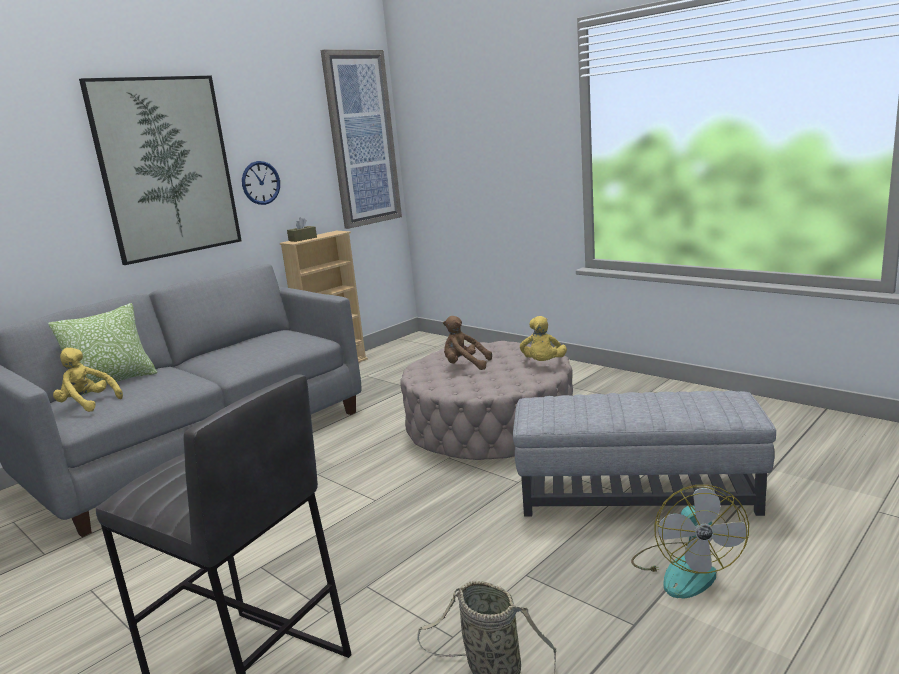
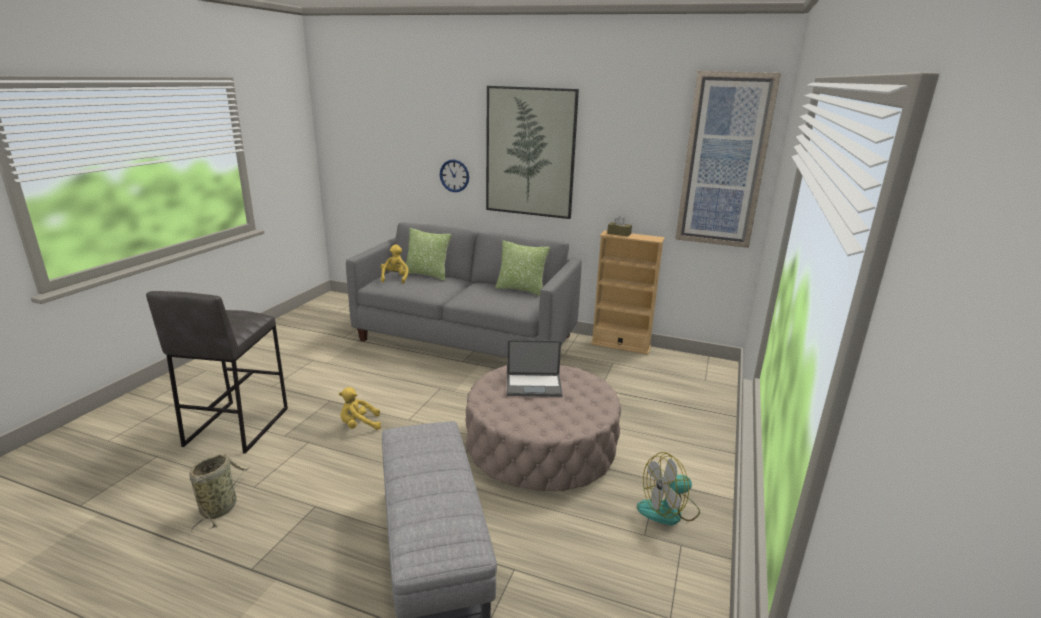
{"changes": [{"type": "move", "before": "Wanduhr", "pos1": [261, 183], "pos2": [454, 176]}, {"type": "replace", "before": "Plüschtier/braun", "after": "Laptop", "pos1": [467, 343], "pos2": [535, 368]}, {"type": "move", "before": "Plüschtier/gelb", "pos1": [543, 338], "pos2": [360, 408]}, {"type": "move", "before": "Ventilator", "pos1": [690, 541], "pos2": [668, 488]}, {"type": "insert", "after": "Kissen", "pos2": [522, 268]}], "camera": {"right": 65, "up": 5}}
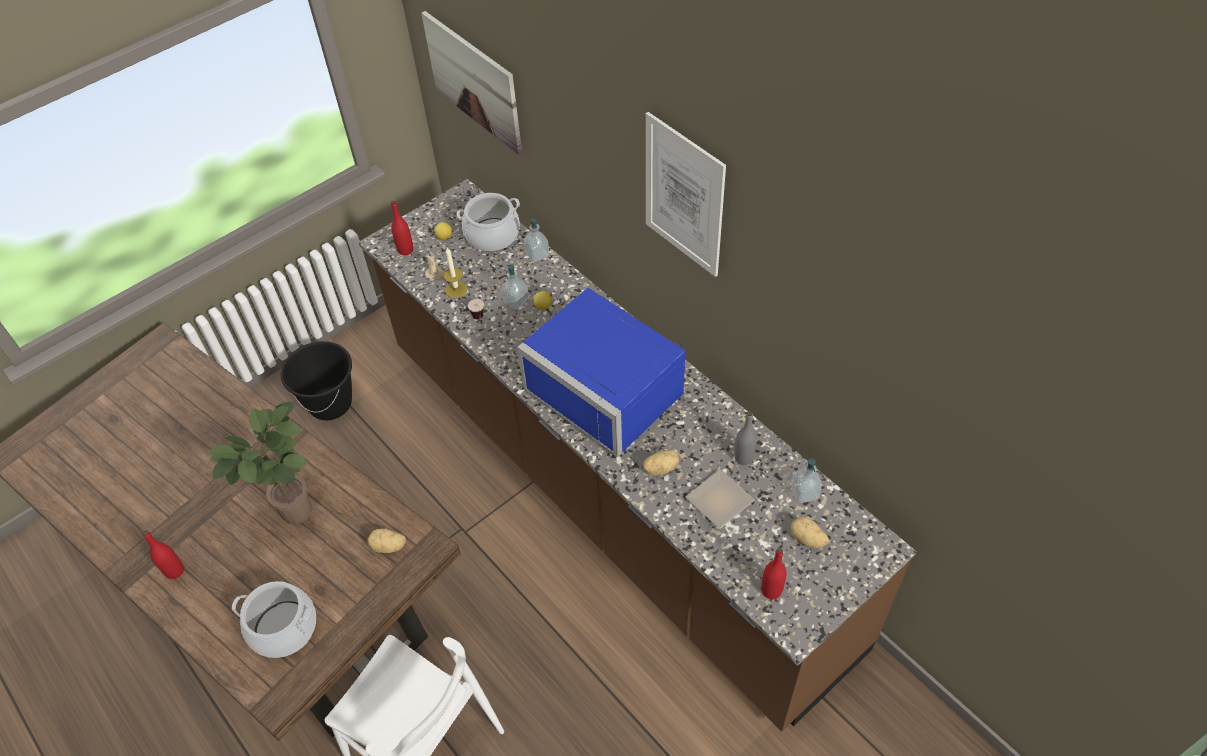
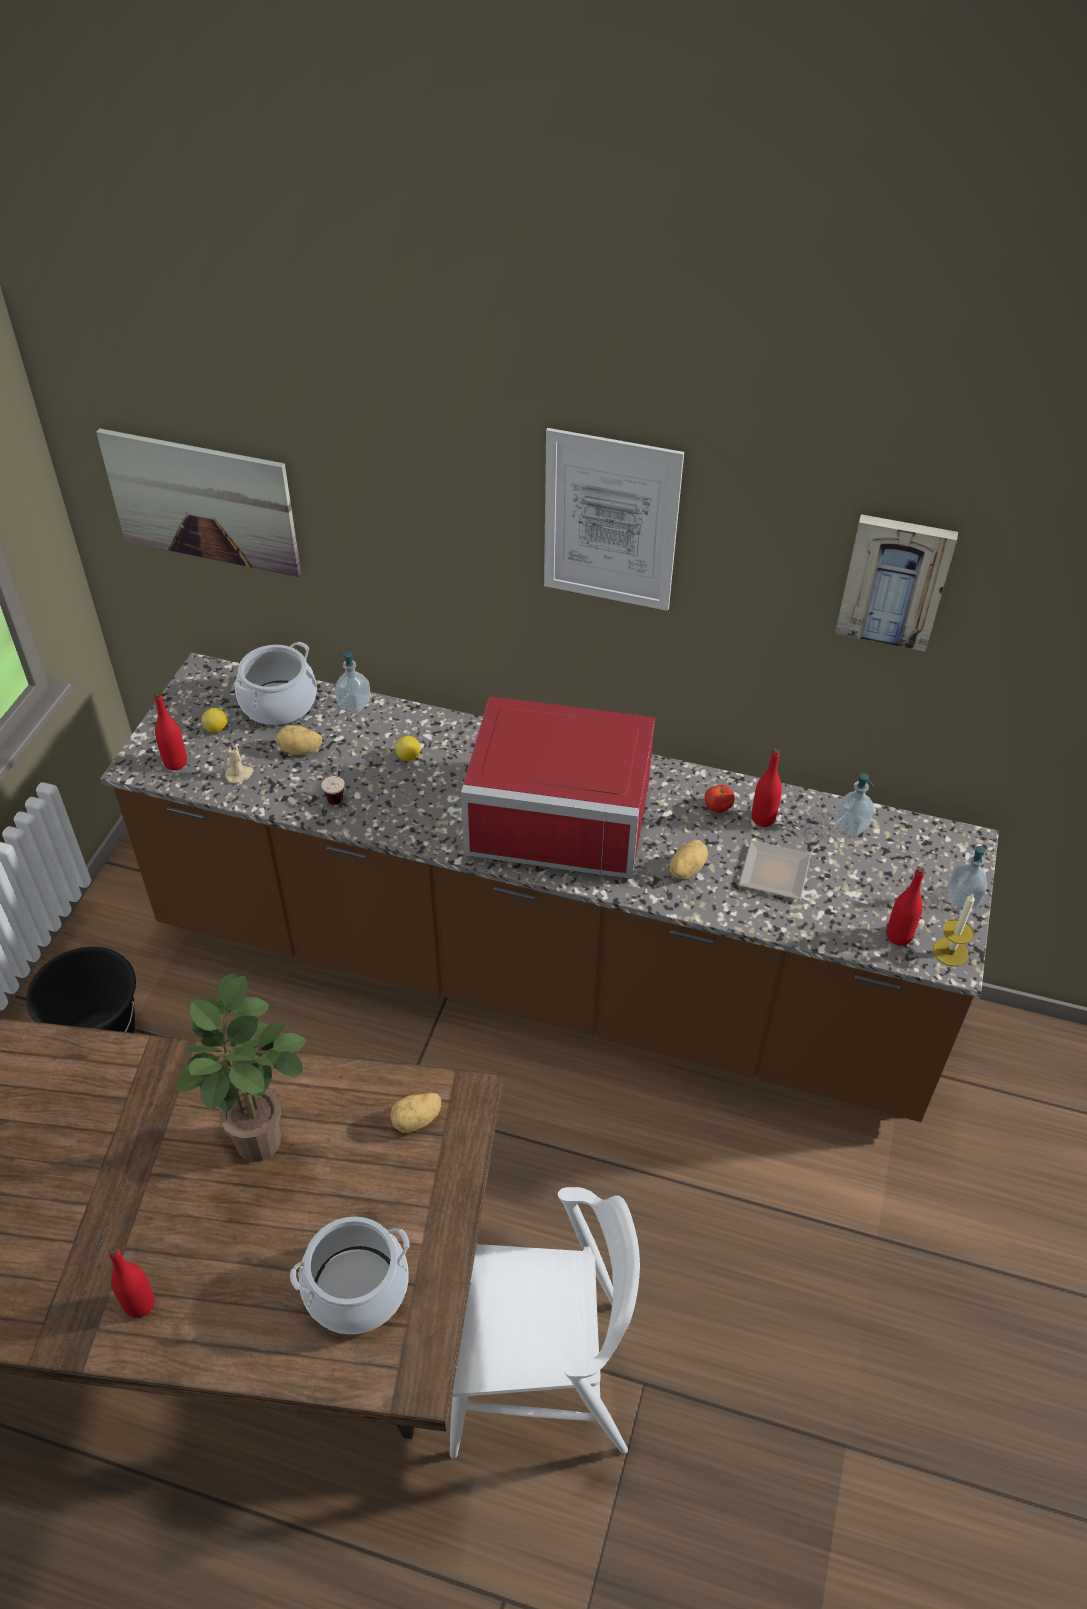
{"changes": [{"type": "move", "before": "Kerze", "pos1": [455, 273], "pos2": [954, 930]}, {"type": "move", "before": "Seifenspender", "pos1": [515, 286], "pos2": [967, 877]}, {"type": "recolor", "before": "Mikrowelle/blau", "after": "Mikrowelle/rot", "pos1": [601, 372], "pos2": [558, 787]}, {"type": "recolor", "before": "Flasche/grau", "after": "Flasche/rot", "pos1": [745, 438], "pos2": [767, 788]}, {"type": "move", "before": "Kartoffel", "pos1": [810, 532], "pos2": [299, 740]}, {"type": "insert", "after": "Bild", "pos2": [896, 583]}, {"type": "insert", "after": "Tomate", "pos2": [720, 799]}], "camera": {"right": -35, "up": -5}}
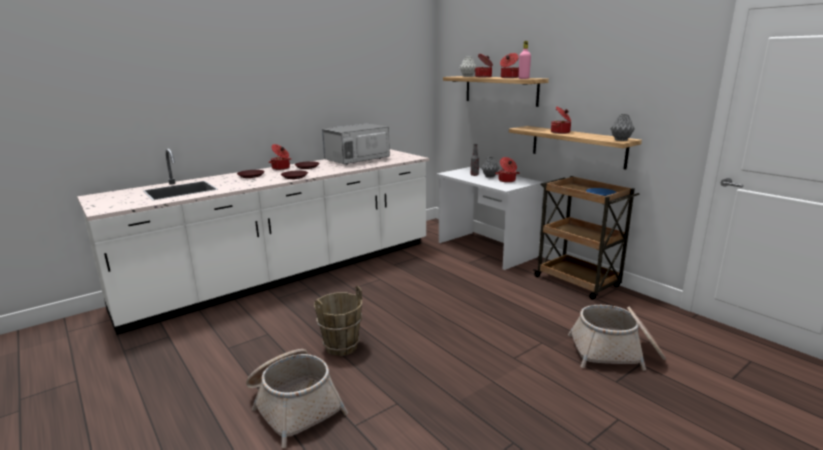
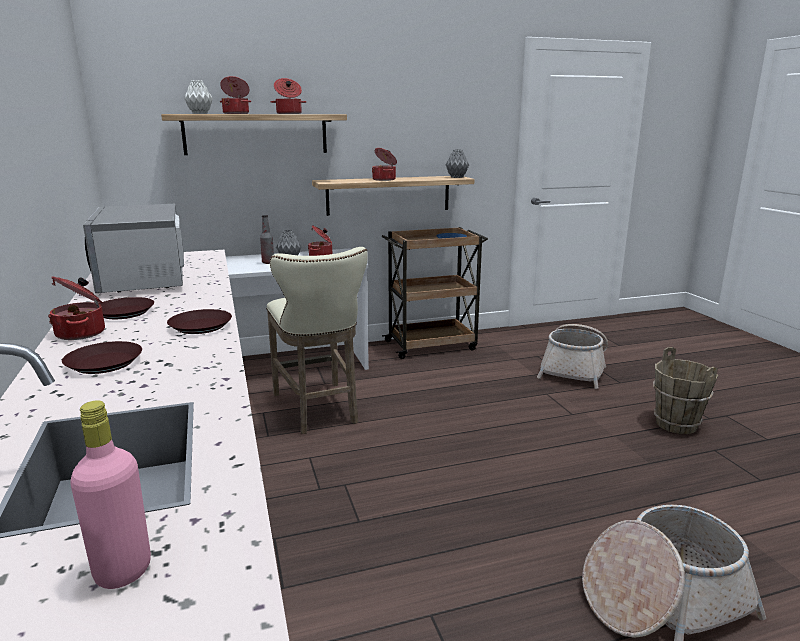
{"changes": [{"type": "move", "before": "Flasche/rosa", "pos1": [524, 60], "pos2": [110, 494]}, {"type": "move", "before": "Eimer/braun", "pos1": [338, 321], "pos2": [685, 390]}, {"type": "insert", "after": "Hocker/beige", "pos2": [317, 340]}], "camera": {"right": -70, "up": 0}}
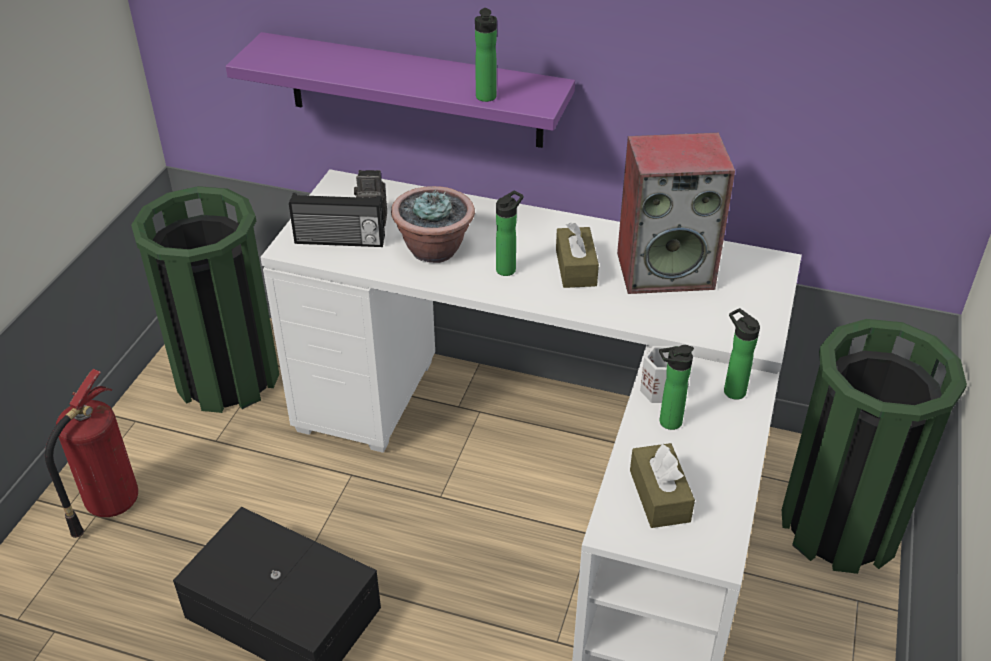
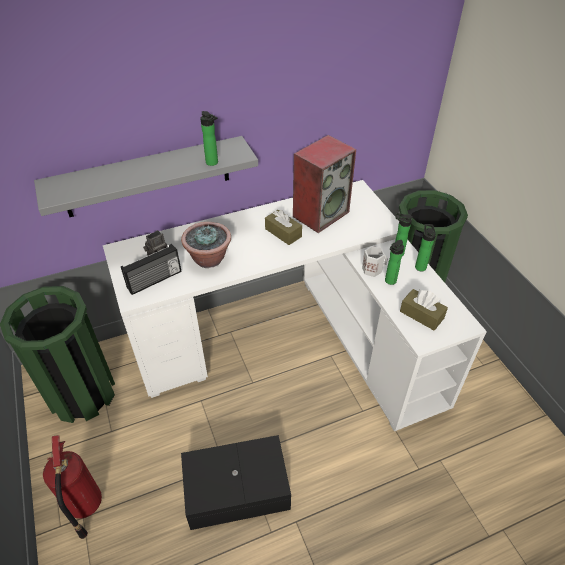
{"changes": [{"type": "recolor", "before": "Wandregal/lila", "after": "Wandregal/grau", "pos1": [400, 90], "pos2": [146, 176]}, {"type": "move", "before": "Flasche", "pos1": [509, 233], "pos2": [425, 247]}], "camera": {"right": -40, "up": 5}}
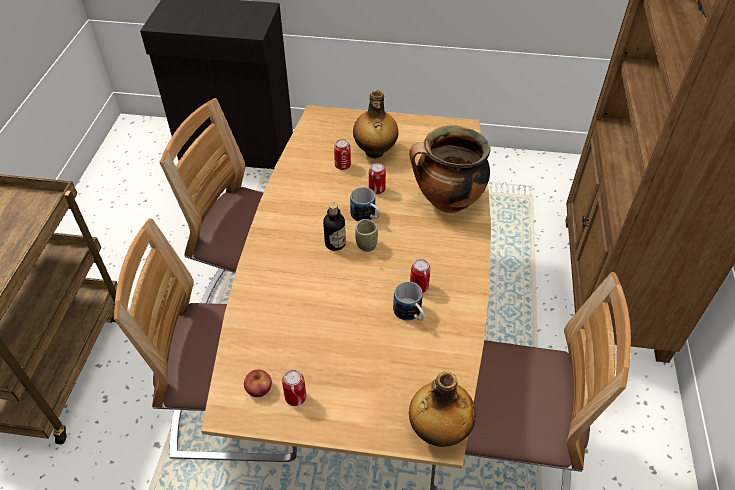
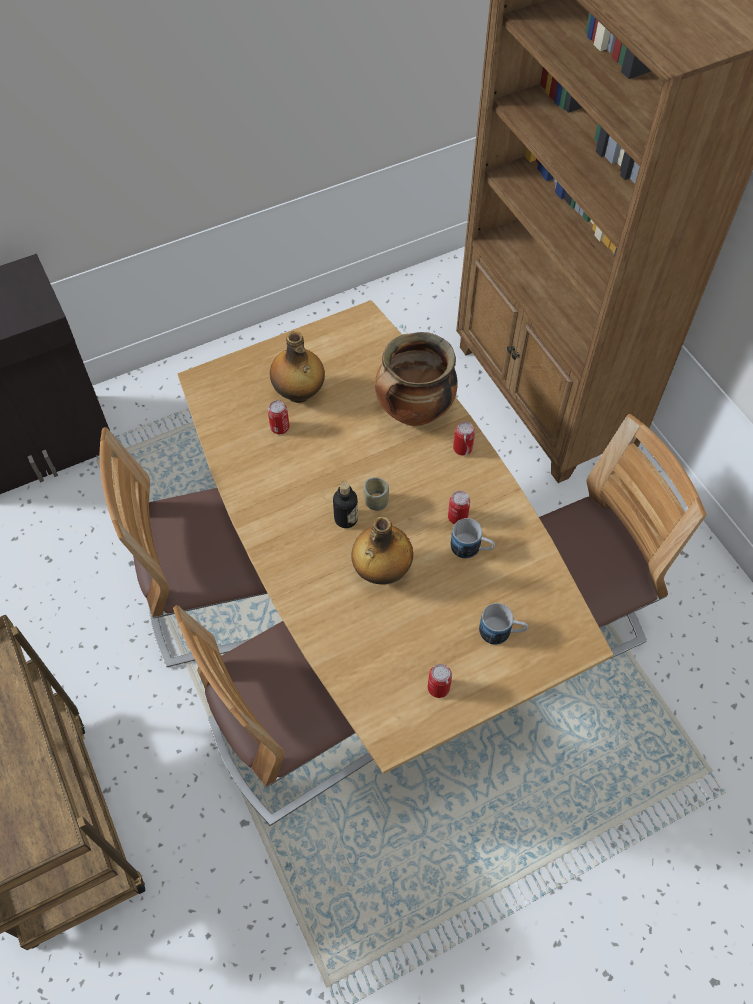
{"changes": [{"type": "move", "before": "Dose", "pos1": [377, 178], "pos2": [464, 438]}, {"type": "move", "before": "Henkelbecher", "pos1": [365, 204], "pos2": [503, 624]}, {"type": "delete", "before": "Apfel", "pos1": [258, 383]}, {"type": "move", "before": "Flasche", "pos1": [442, 409], "pos2": [382, 550]}], "camera": {"right": -35, "up": 10}}
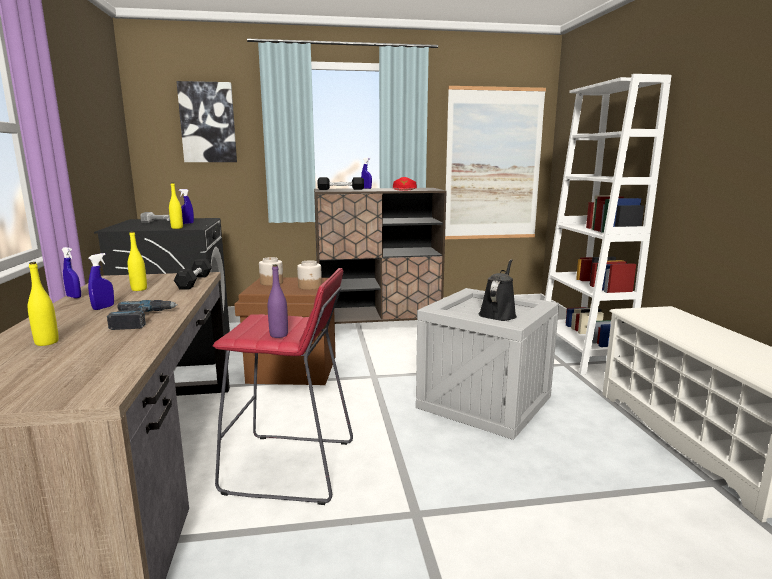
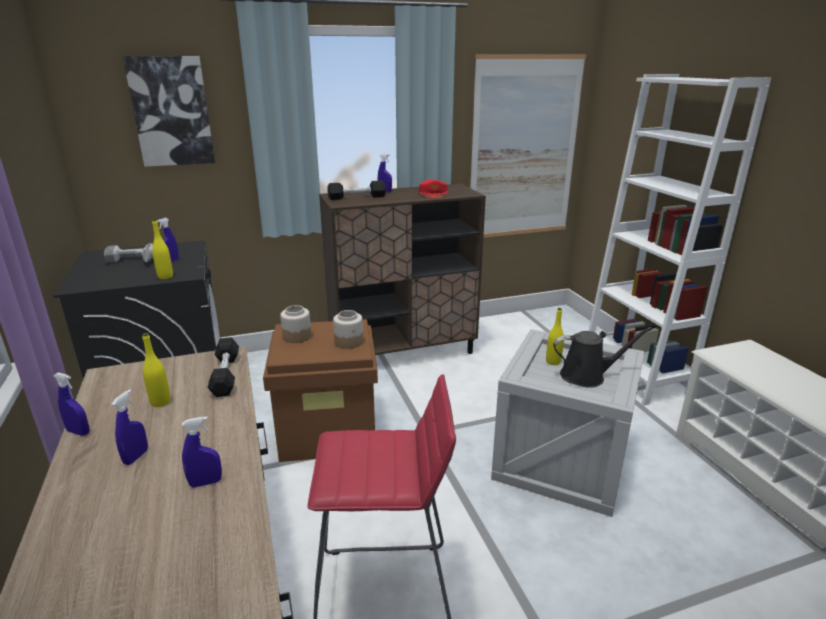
{"changes": [{"type": "rotate", "before": "Gießkanne/schwarz", "pos1": [498, 290], "pos2": [603, 357], "turn": 75}, {"type": "move", "before": "Flasche/gelb", "pos1": [43, 304], "pos2": [555, 336]}, {"type": "delete", "before": "Flasche/lila", "pos1": [278, 301]}, {"type": "replace", "before": "Bohrmaschine", "after": "Sprühflasche/blau", "pos1": [142, 315], "pos2": [202, 452]}], "camera": {"right": -10, "up": 10}}
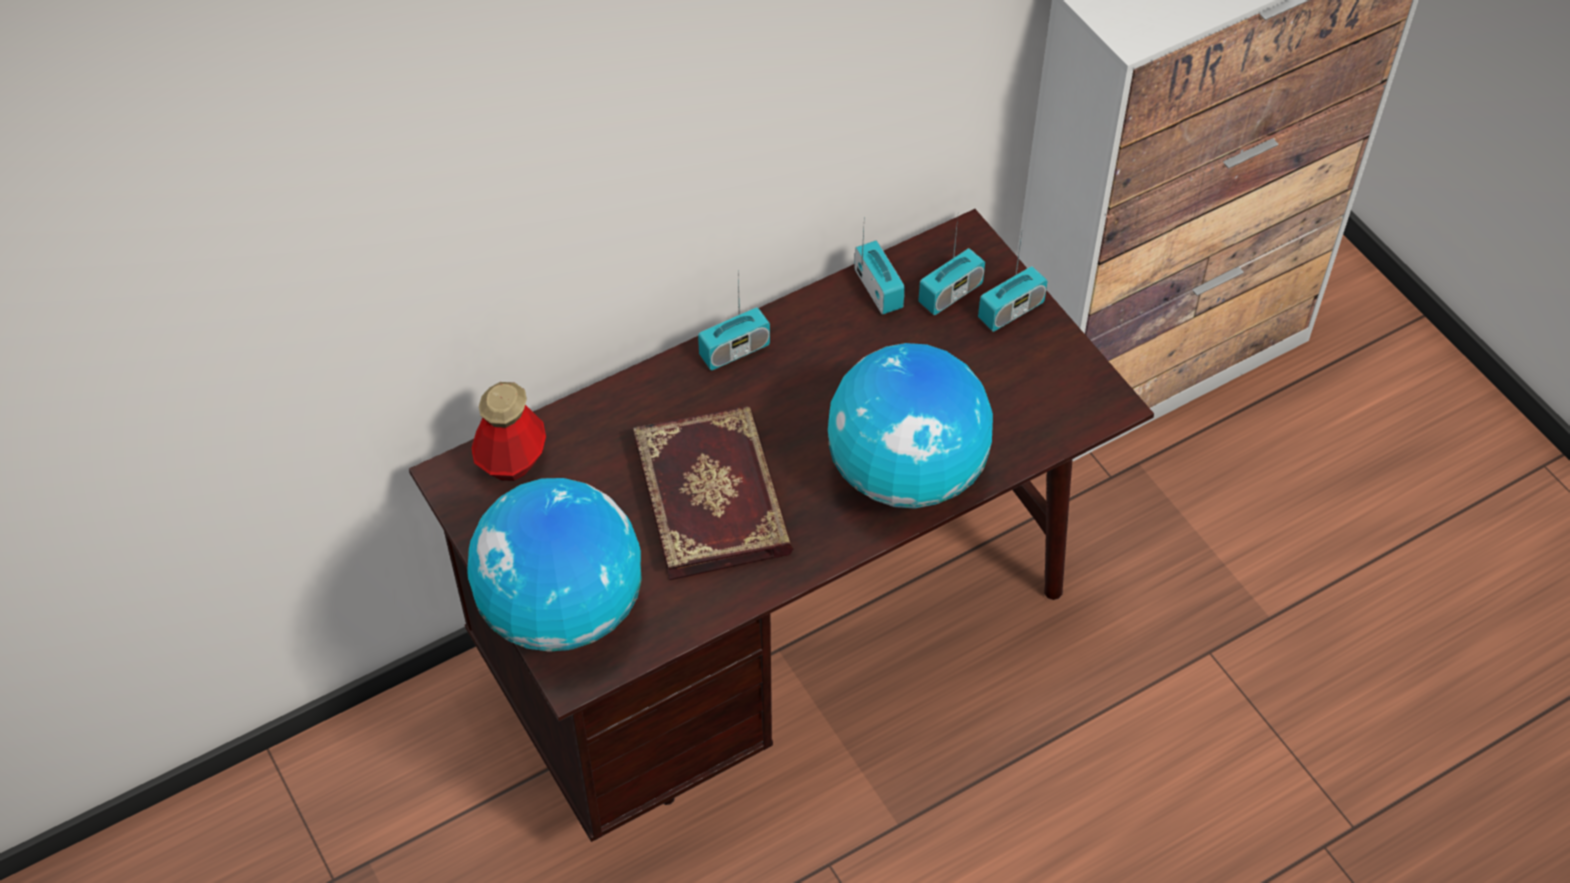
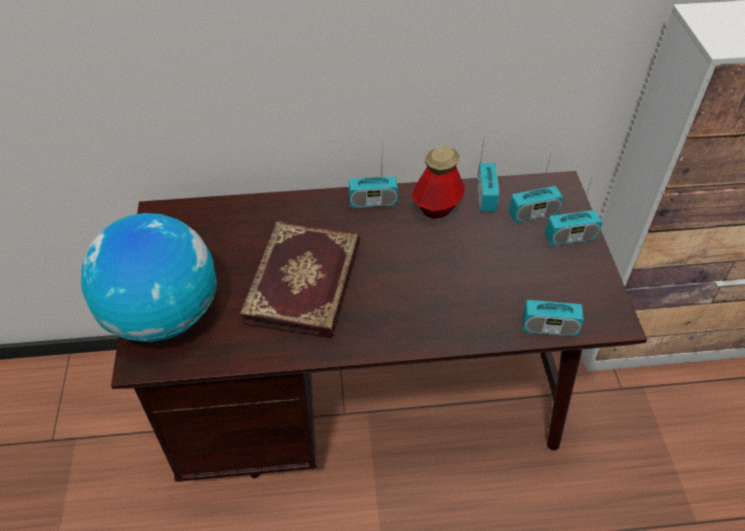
{"changes": [{"type": "delete", "before": "Globus", "pos1": [910, 426]}, {"type": "move", "before": "Flasche", "pos1": [508, 431], "pos2": [438, 182]}, {"type": "insert", "after": "Radio", "pos2": [553, 301]}], "camera": {"right": 25, "up": -5}}
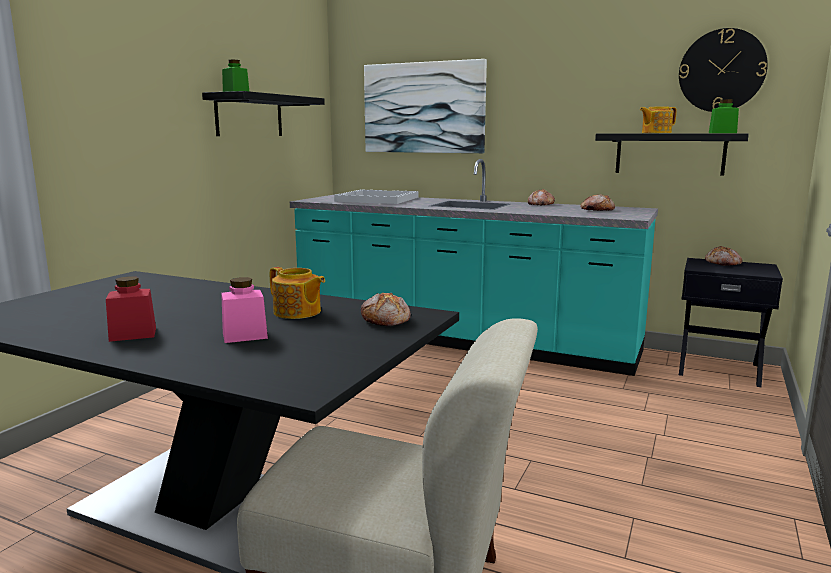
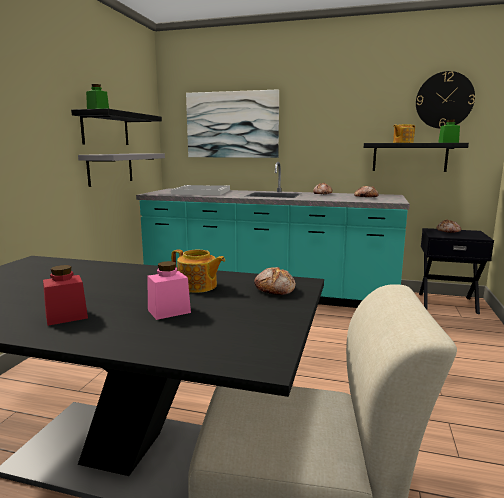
{"changes": [{"type": "insert", "after": "Wandregal/grau", "pos2": [121, 170]}], "camera": {"right": -10, "up": 0}}
